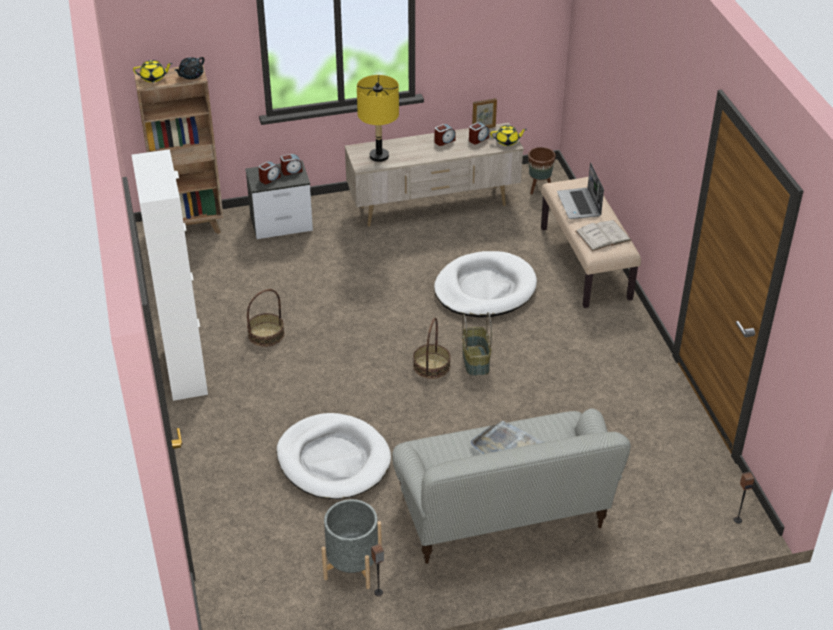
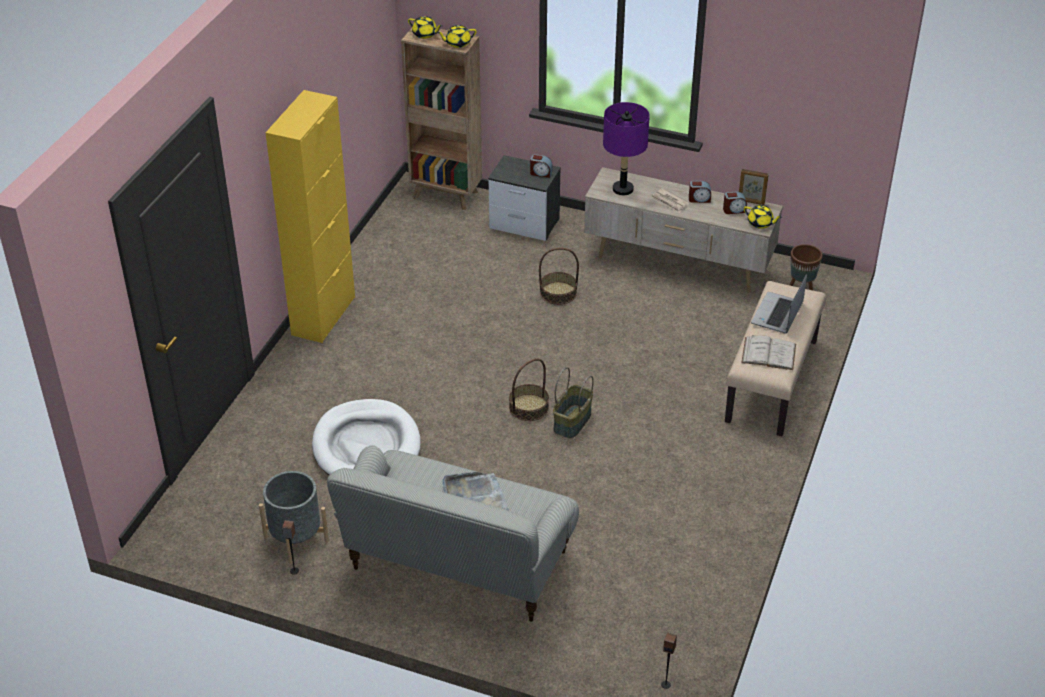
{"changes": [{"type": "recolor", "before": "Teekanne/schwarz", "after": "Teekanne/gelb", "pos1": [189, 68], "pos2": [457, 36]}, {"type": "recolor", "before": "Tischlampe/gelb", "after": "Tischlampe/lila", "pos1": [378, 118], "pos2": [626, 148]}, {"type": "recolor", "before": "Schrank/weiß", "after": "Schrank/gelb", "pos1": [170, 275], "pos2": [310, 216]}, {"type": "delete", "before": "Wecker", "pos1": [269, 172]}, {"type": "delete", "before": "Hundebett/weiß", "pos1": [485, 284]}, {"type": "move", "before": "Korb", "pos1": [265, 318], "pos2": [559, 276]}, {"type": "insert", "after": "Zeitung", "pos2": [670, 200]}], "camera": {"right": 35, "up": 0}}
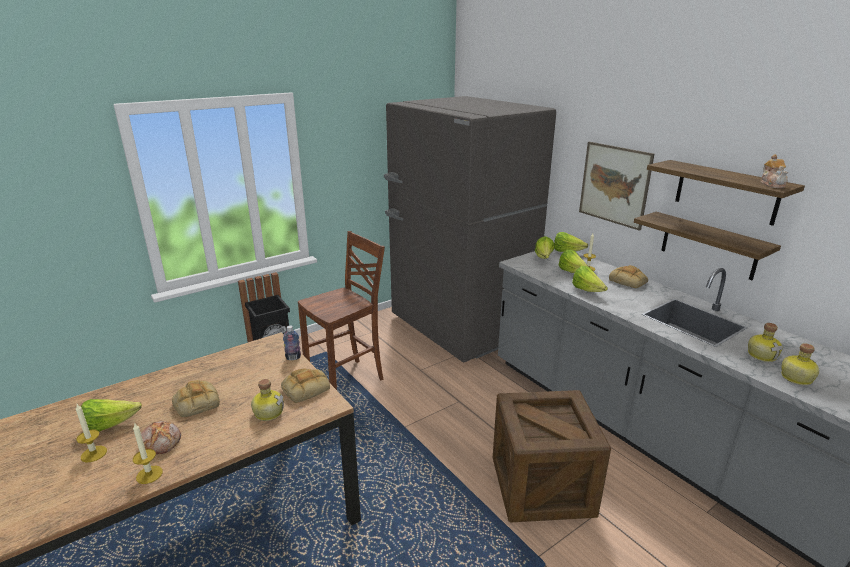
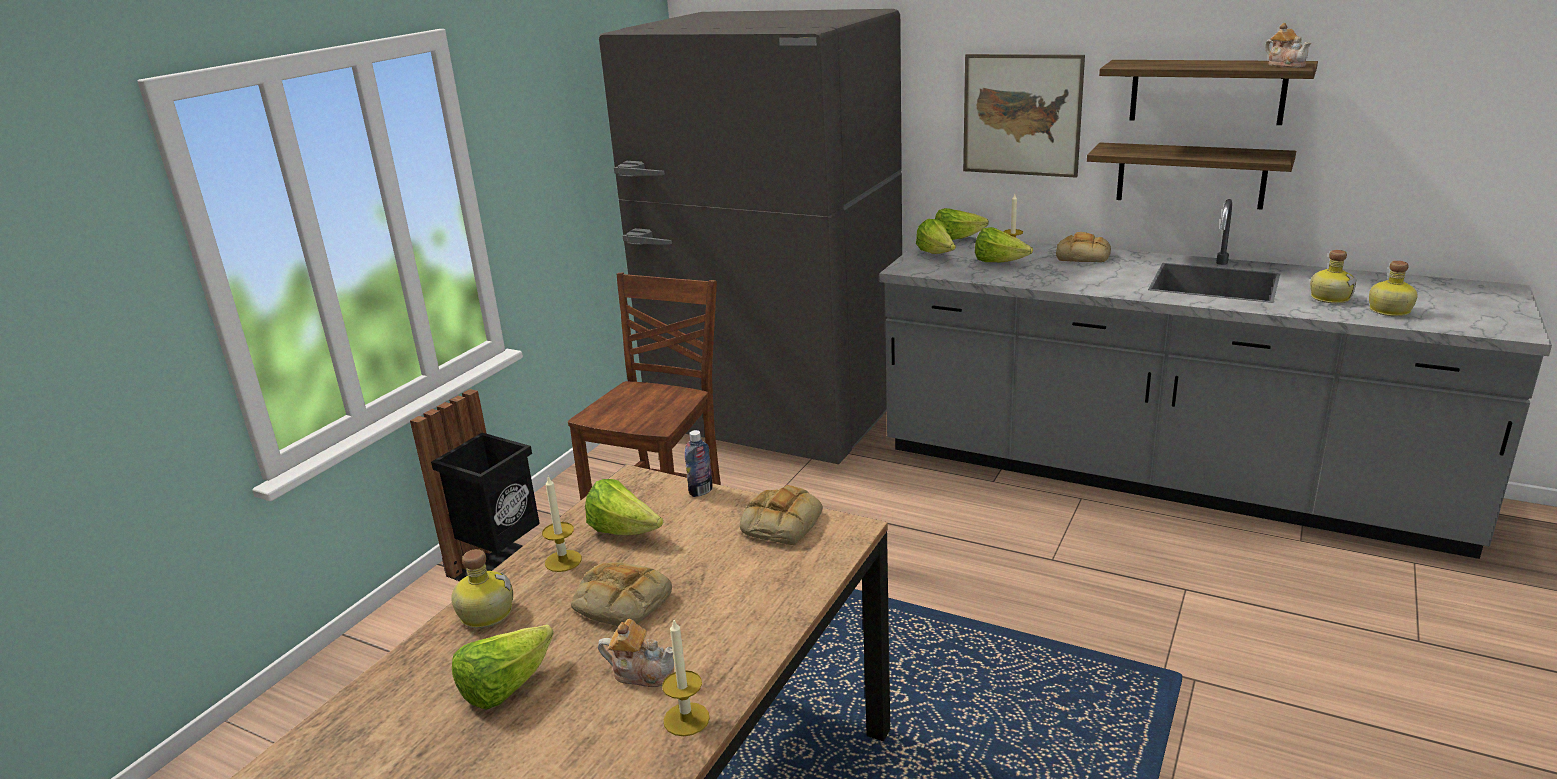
{"changes": [{"type": "move", "before": "Salatkopf", "pos1": [590, 279], "pos2": [624, 507]}, {"type": "move", "before": "Flasche", "pos1": [267, 400], "pos2": [482, 588]}, {"type": "delete", "before": "Kiste", "pos1": [552, 456]}, {"type": "move", "before": "Kerze", "pos1": [91, 433], "pos2": [562, 524]}, {"type": "replace", "before": "Brot", "after": "Teekanne", "pos1": [161, 437], "pos2": [636, 653]}], "camera": {"right": -25, "up": 0}}
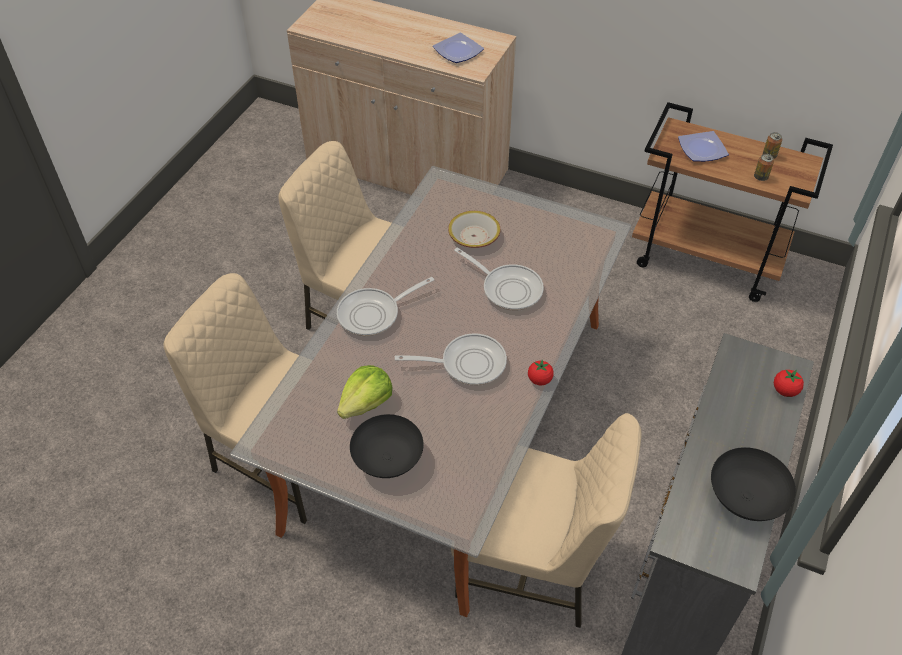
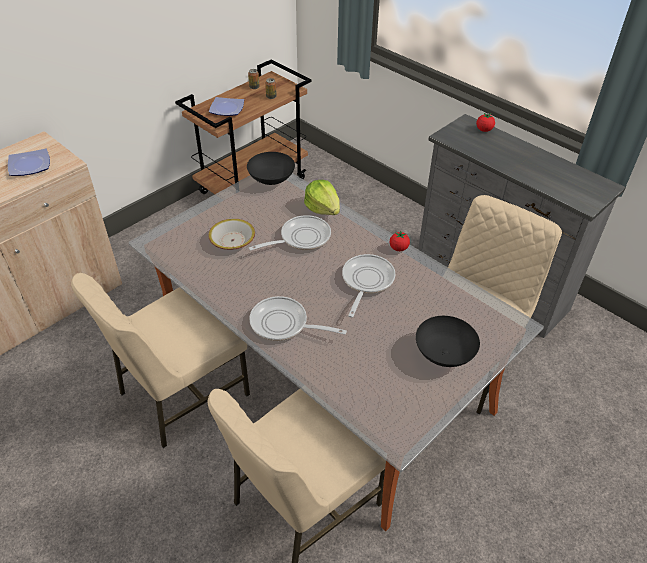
{"changes": [{"type": "rotate", "before": "Pfanne", "pos1": [385, 306], "pos2": [298, 318], "turn": 120}, {"type": "move", "before": "Salatkopf", "pos1": [364, 392], "pos2": [322, 197]}, {"type": "move", "before": "Schüssel/schwarz", "pos1": [753, 484], "pos2": [271, 168]}], "camera": {"right": -70, "up": -5}}
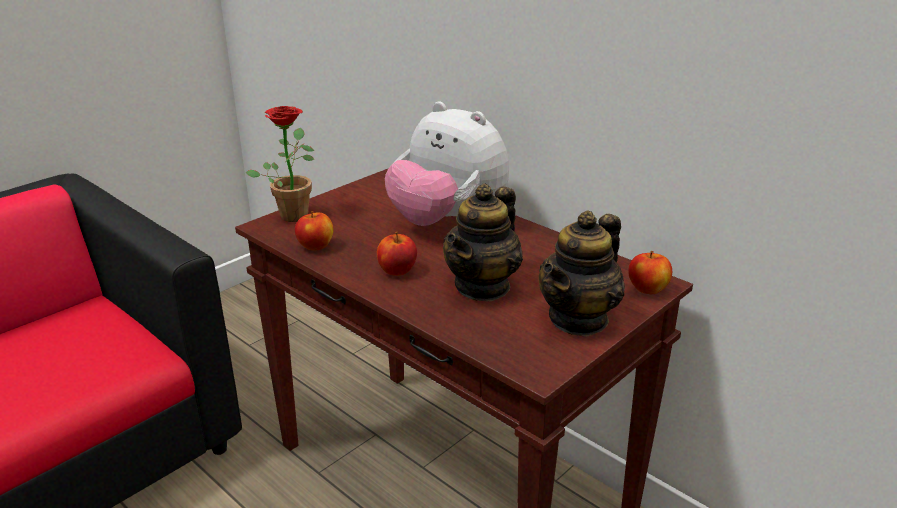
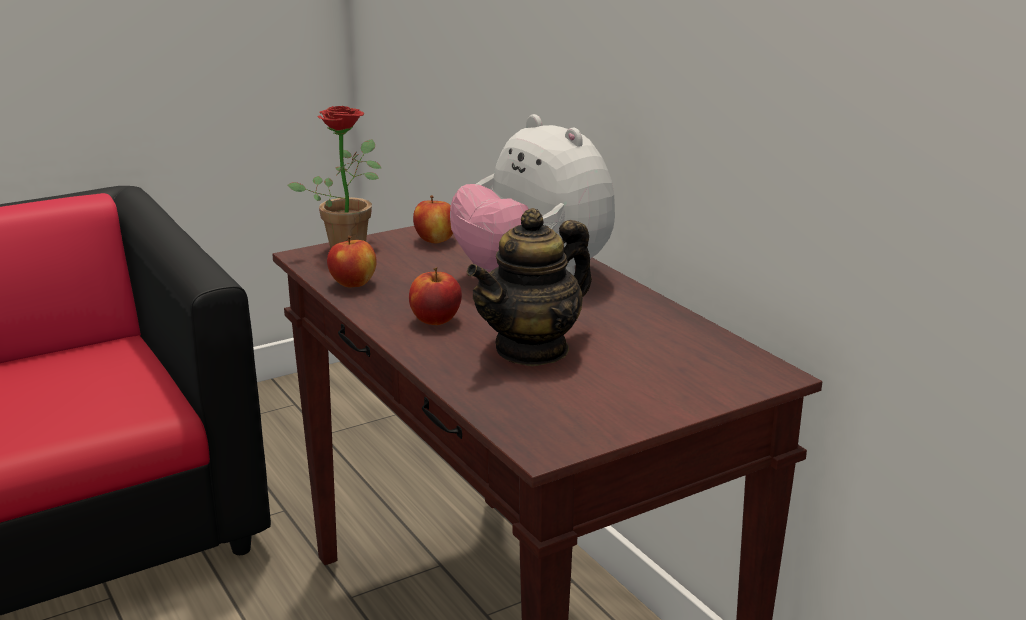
{"changes": [{"type": "delete", "before": "Teekanne", "pos1": [582, 273]}, {"type": "move", "before": "Apfel", "pos1": [650, 272], "pos2": [433, 219]}], "camera": {"right": 15, "up": -5}}
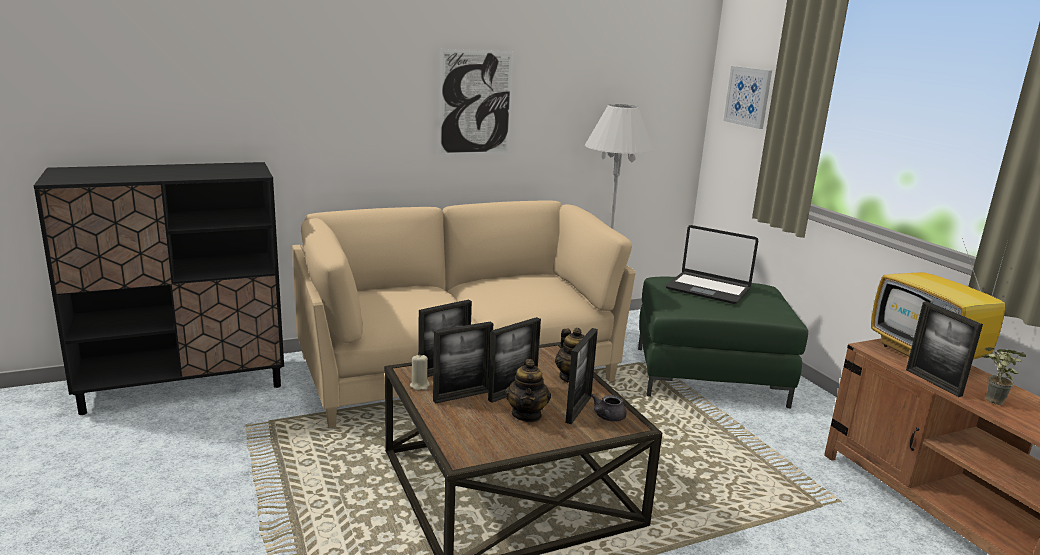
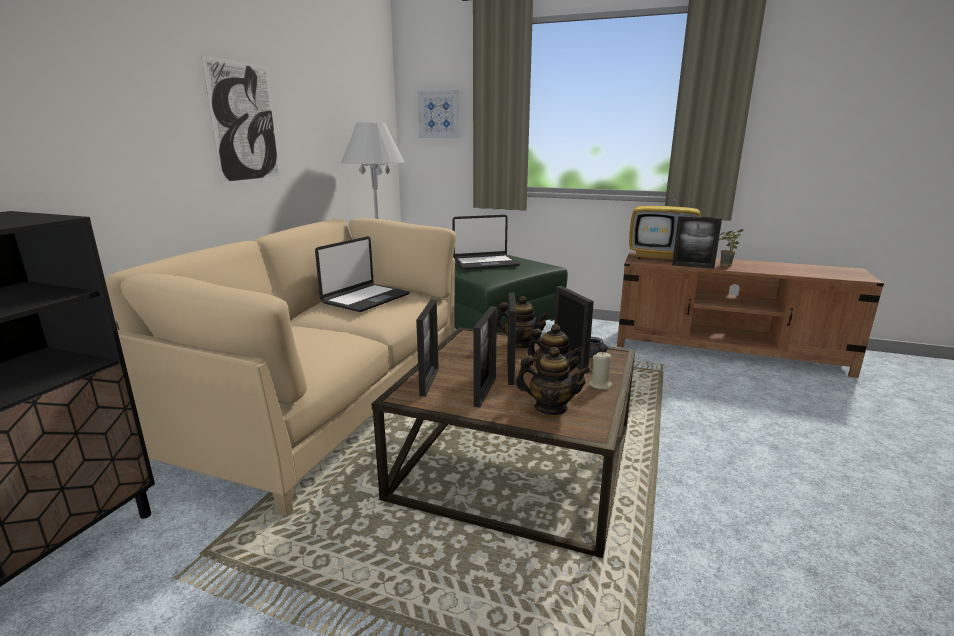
{"changes": [{"type": "move", "before": "Kerze/beige", "pos1": [420, 372], "pos2": [601, 371]}, {"type": "insert", "after": "Laptop", "pos2": [362, 274]}, {"type": "insert", "after": "Teekanne", "pos2": [553, 381]}], "camera": {"right": -45, "up": 0}}
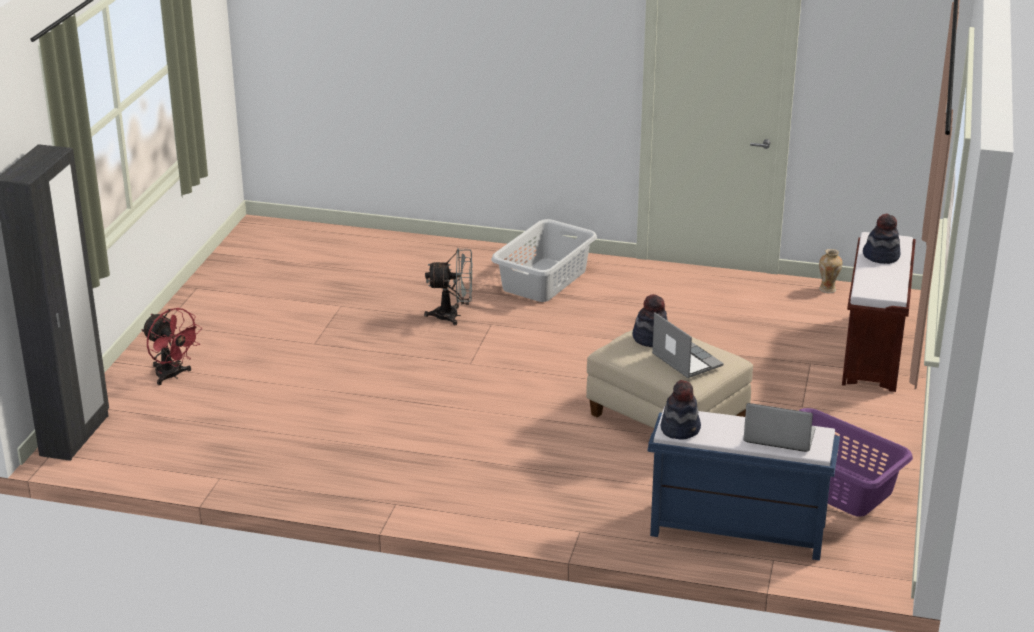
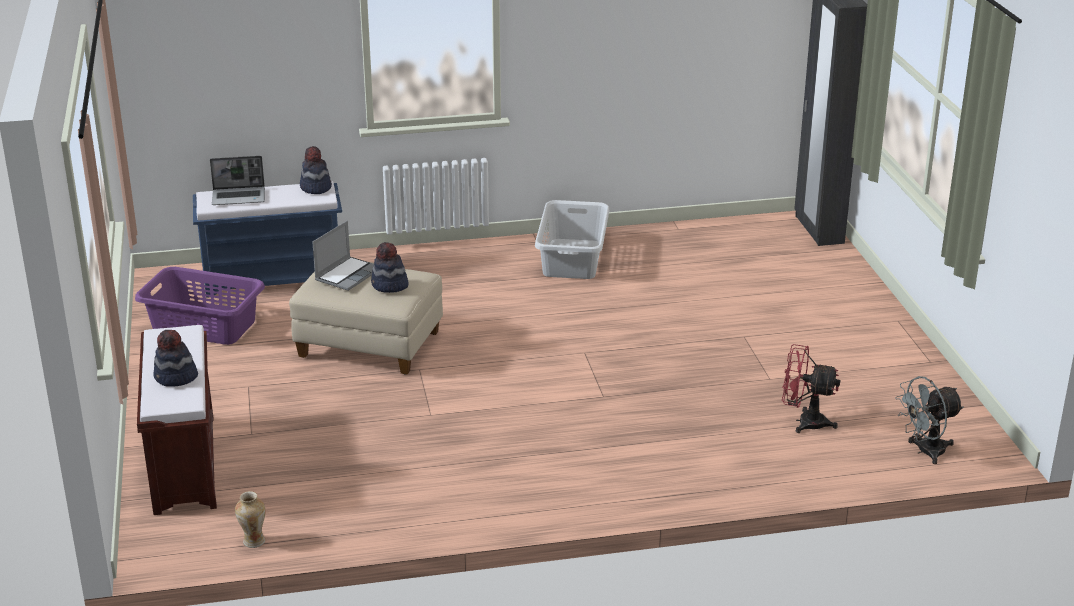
{"changes": [{"type": "move", "before": "Wäschekorb/grau", "pos1": [544, 260], "pos2": [572, 239]}, {"type": "move", "before": "Ventilator/grau", "pos1": [448, 286], "pos2": [929, 420]}, {"type": "move", "before": "Ventilator/rot", "pos1": [172, 346], "pos2": [811, 388]}, {"type": "rotate", "before": "Laptop", "pos1": [688, 345], "pos2": [343, 256], "turn": -90}], "camera": {"right": 155, "up": 0}}
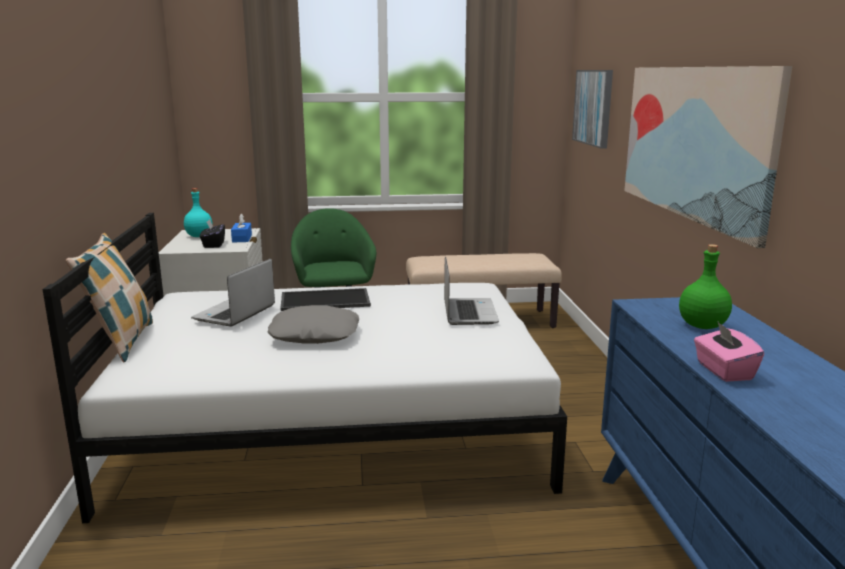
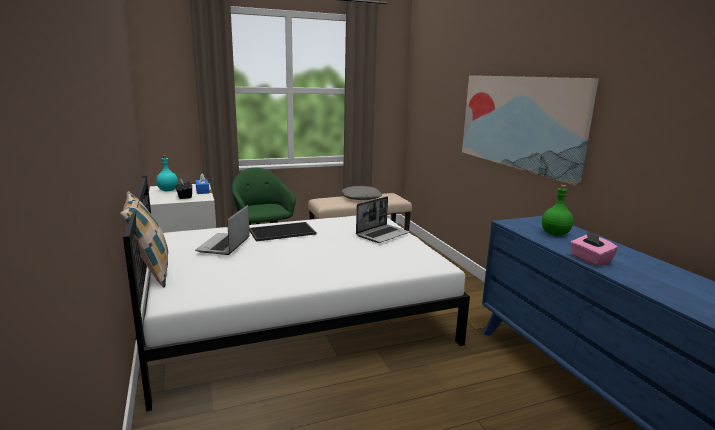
{"changes": [{"type": "delete", "before": "Bild", "pos1": [592, 109]}, {"type": "rotate", "before": "Laptop", "pos1": [471, 290], "pos2": [383, 219], "turn": 60}, {"type": "move", "before": "Kissen/grau", "pos1": [313, 324], "pos2": [362, 193]}], "camera": {"right": -15, "up": 0}}
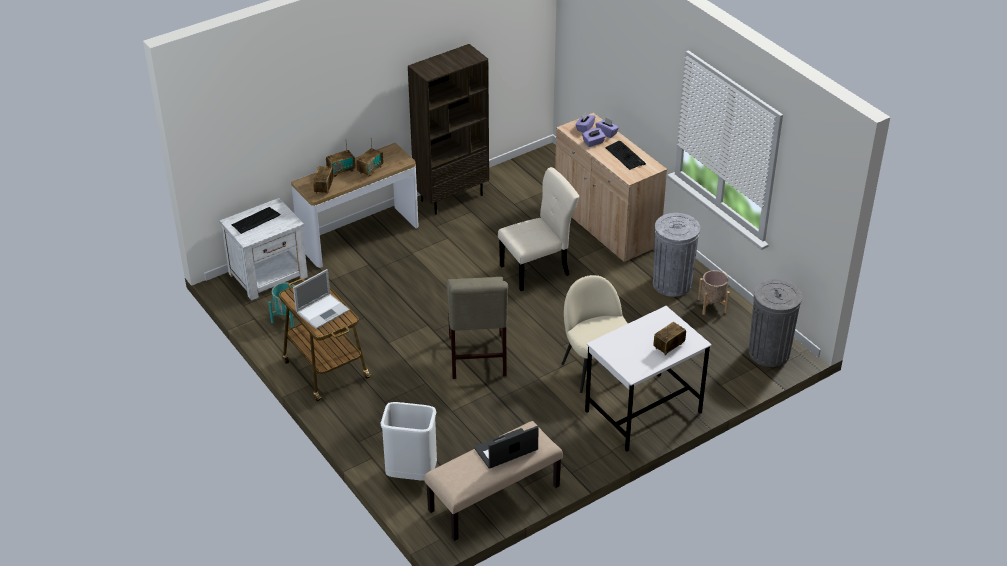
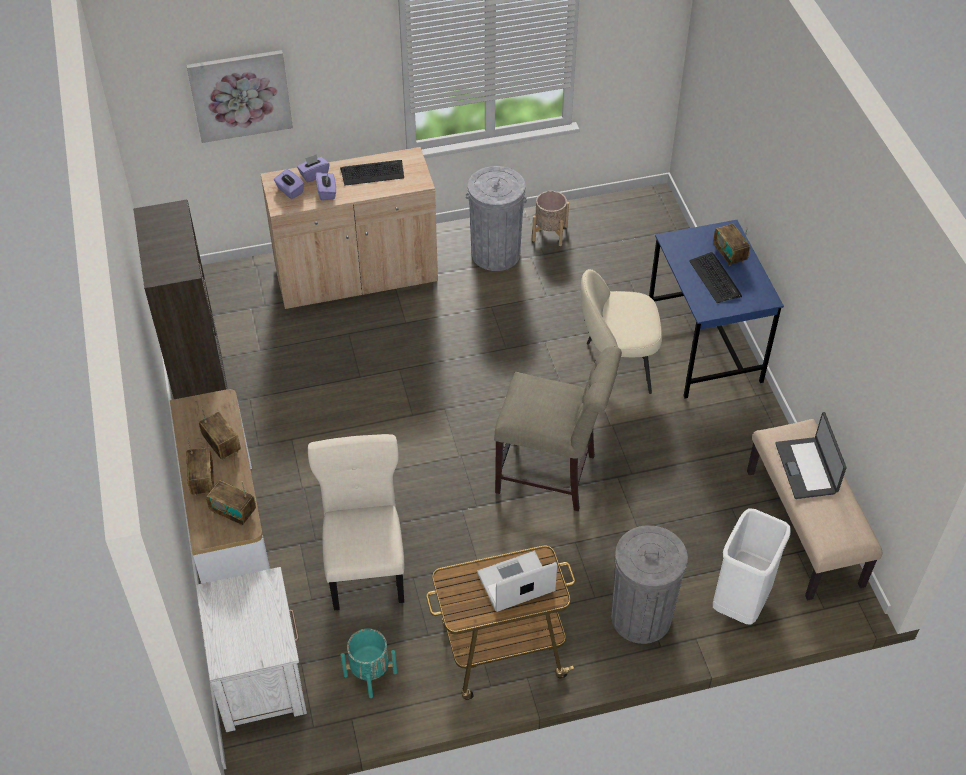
{"changes": [{"type": "move", "before": "Stuhl/beige", "pos1": [538, 229], "pos2": [356, 522]}, {"type": "move", "before": "Tastatur", "pos1": [255, 220], "pos2": [715, 277]}, {"type": "rotate", "before": "Laptop", "pos1": [321, 299], "pos2": [517, 581], "turn": -90}, {"type": "move", "before": "Mülleimer/grau", "pos1": [775, 323], "pos2": [649, 584]}, {"type": "recolor", "before": "Schreibtisch/weiß", "after": "Schreibtisch/blau", "pos1": [648, 379], "pos2": [716, 309]}, {"type": "insert", "after": "Bild", "pos2": [239, 96]}], "camera": {"right": -70, "up": 10}}
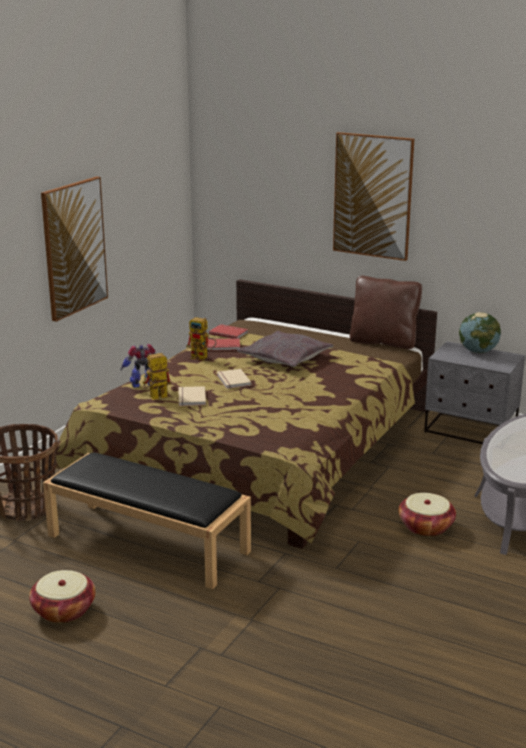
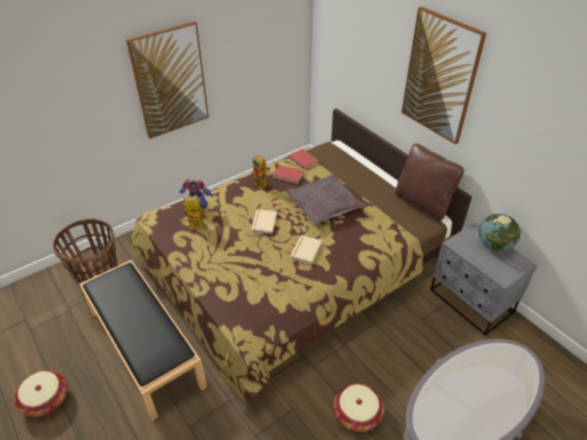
{"changes": [{"type": "move", "before": "Buch/beige", "pos1": [192, 396], "pos2": [306, 249]}], "camera": {"right": 25, "up": 20}}
